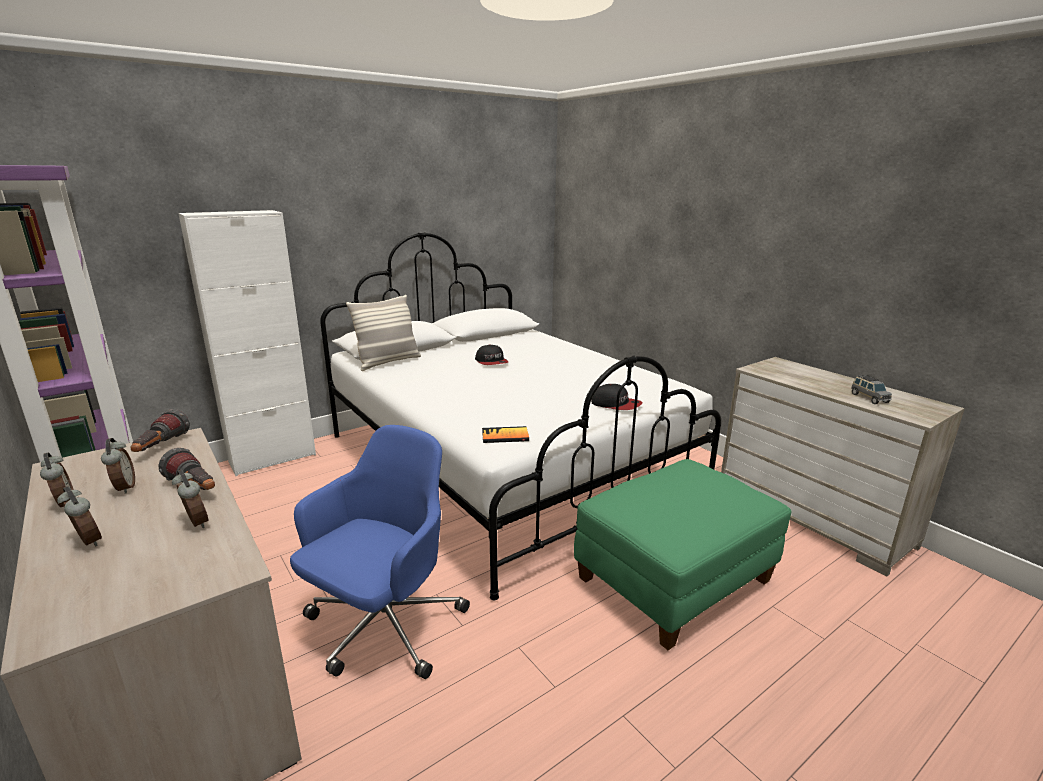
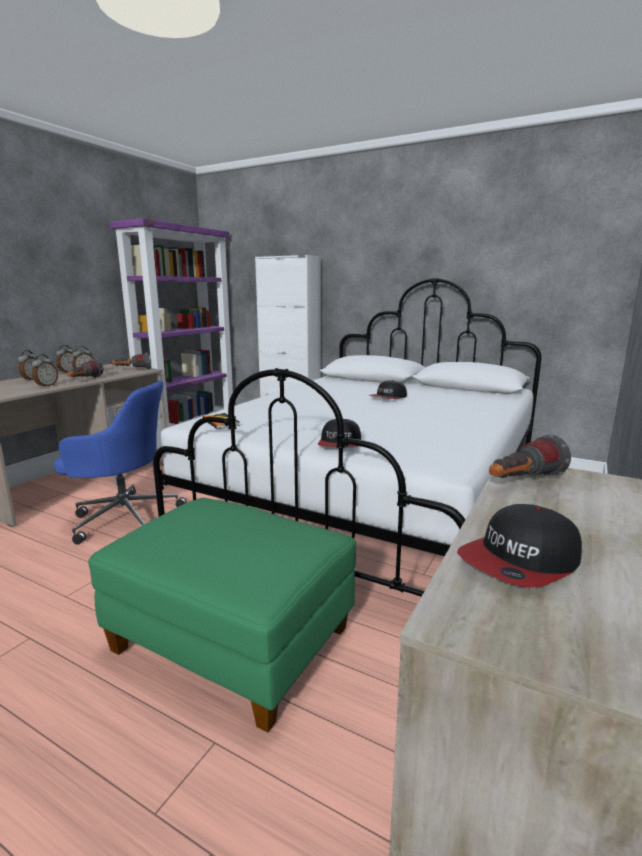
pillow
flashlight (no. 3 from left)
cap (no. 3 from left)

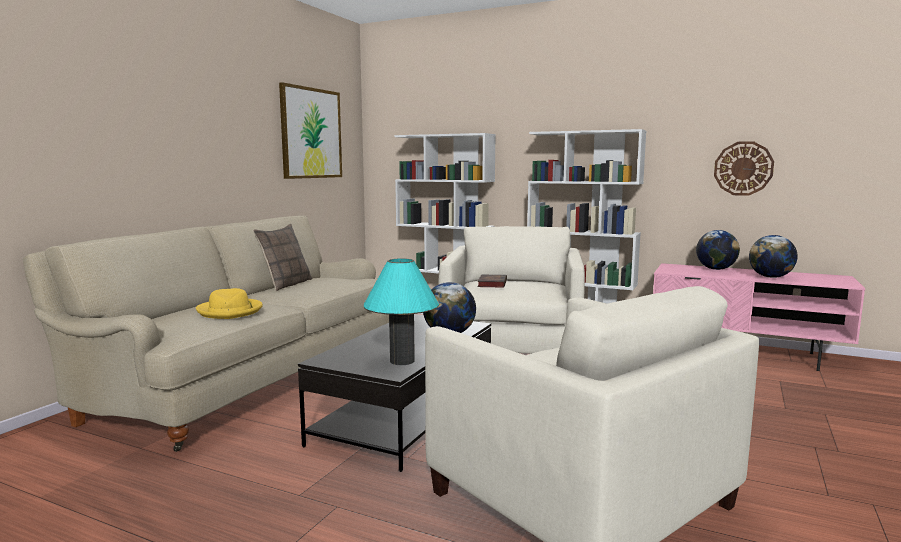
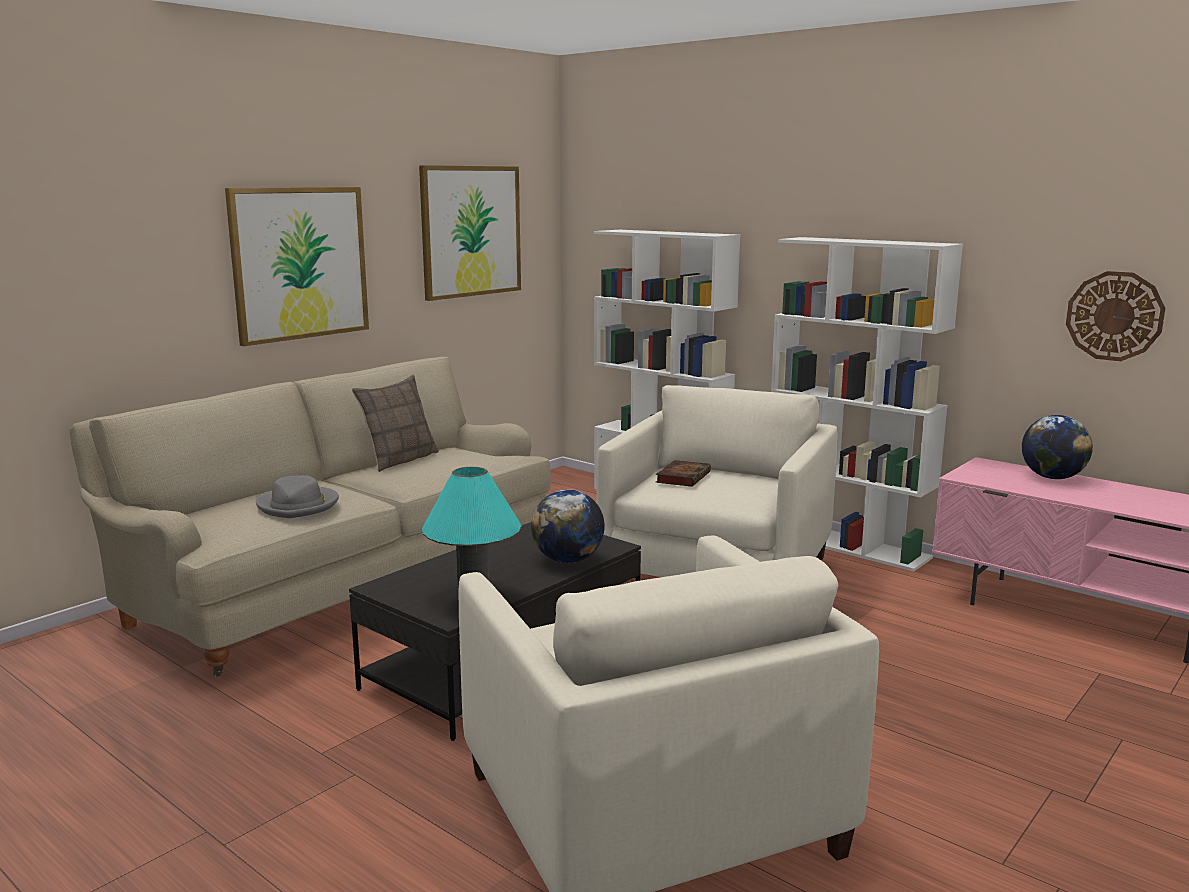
globe (no. 3 from left in the first image)
picture (no. 1 from left)
hat/grey

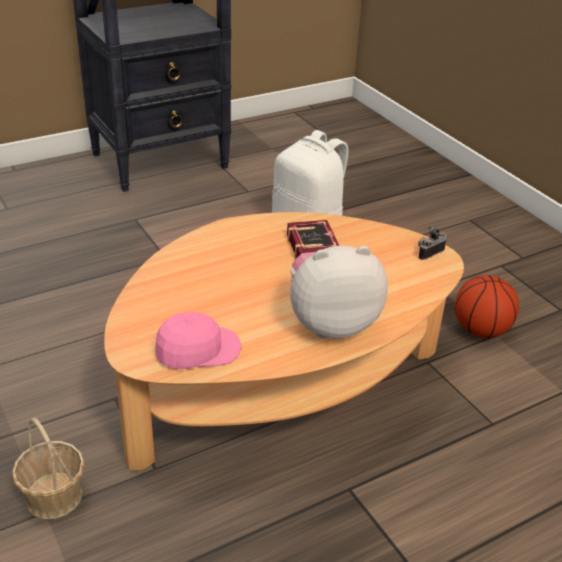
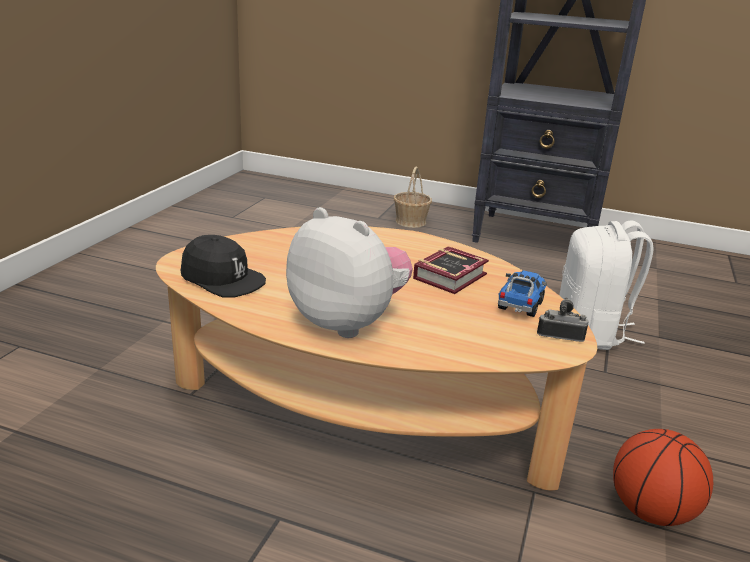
toy truck
basket
cap/black

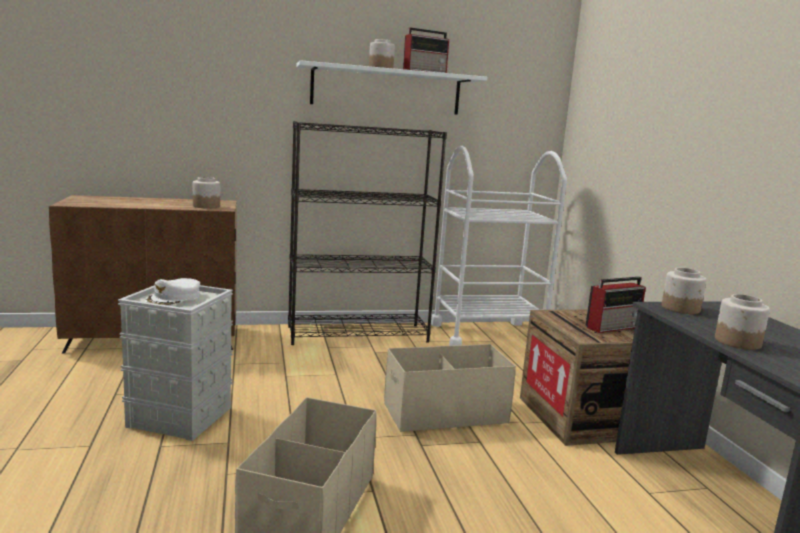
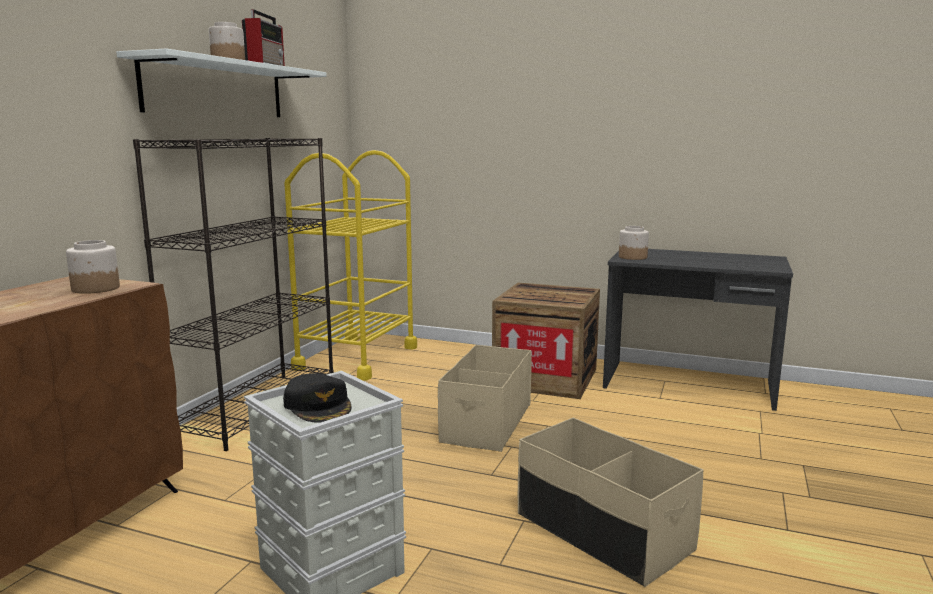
radio (no. 2 from left in the first image)
jar (no. 4 from left in the first image)
cap/black
cart/yellow

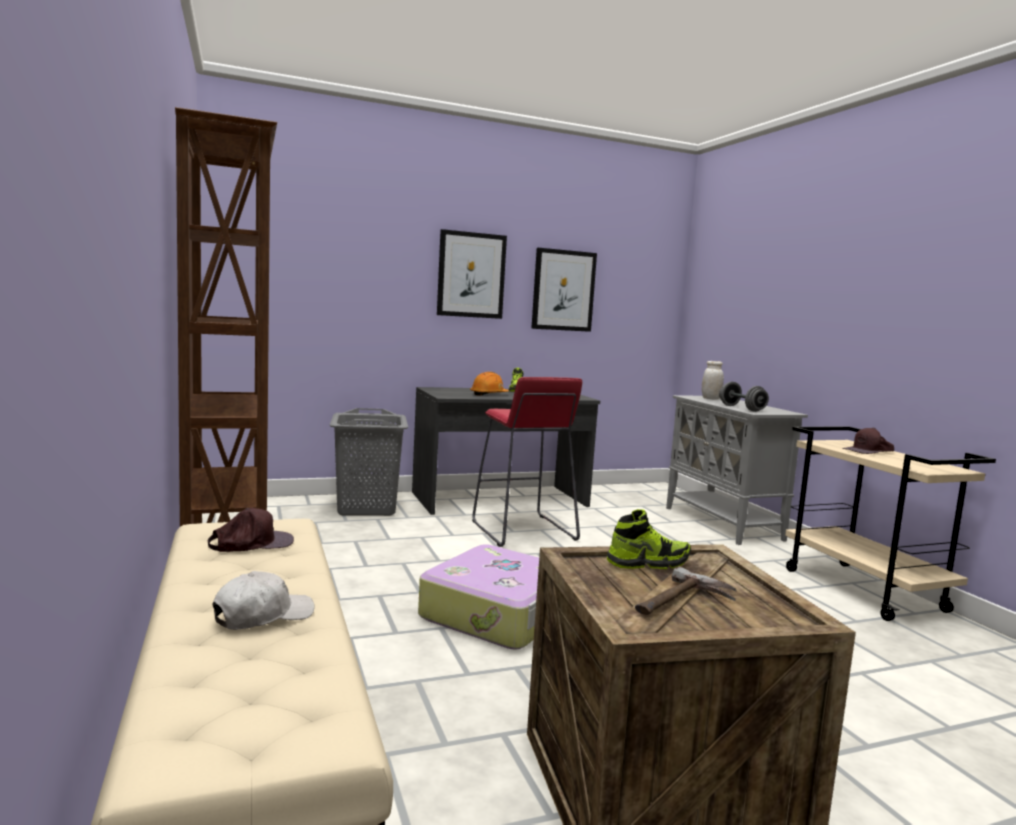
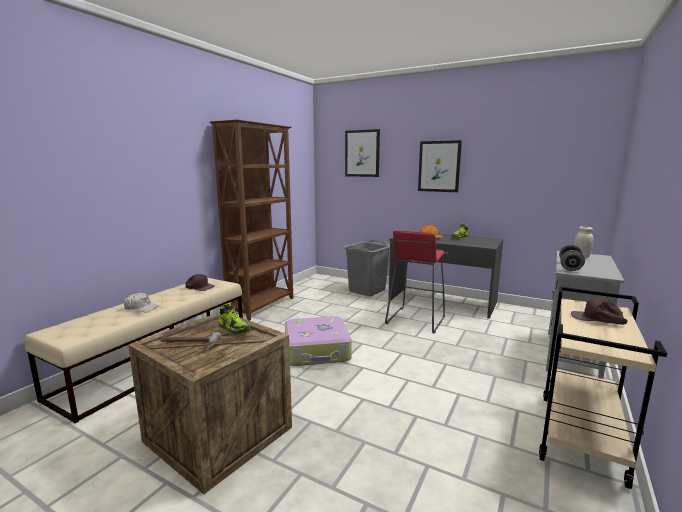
picture (no. 1 from left)

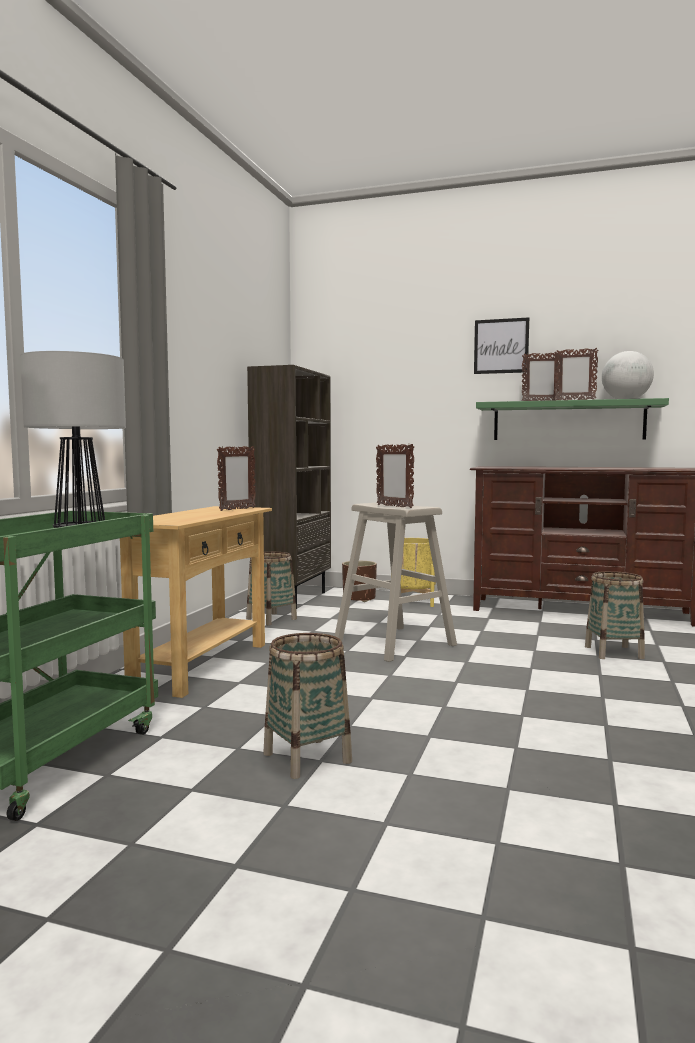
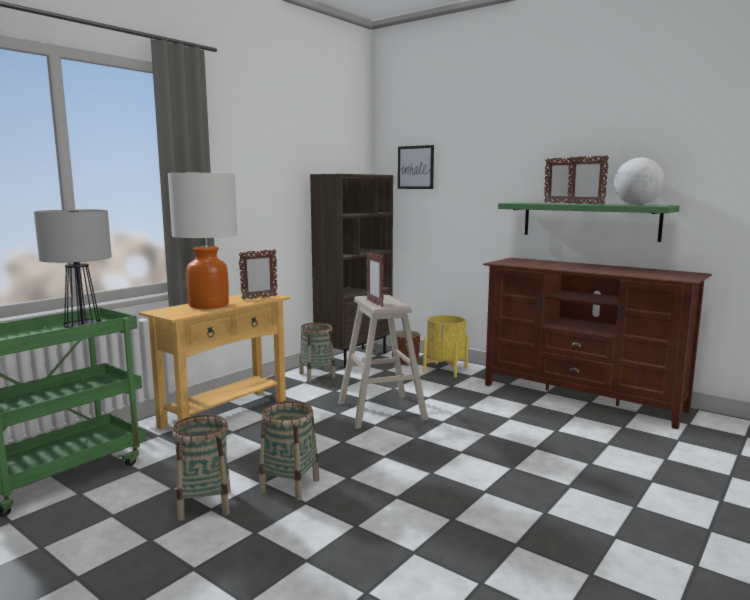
table lamp (no. 2 from left)
picture
basket (no. 2 from left)

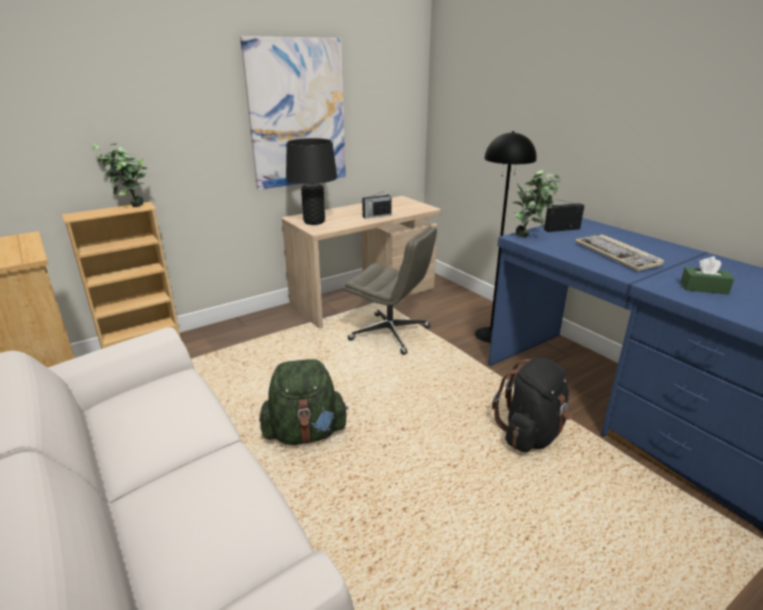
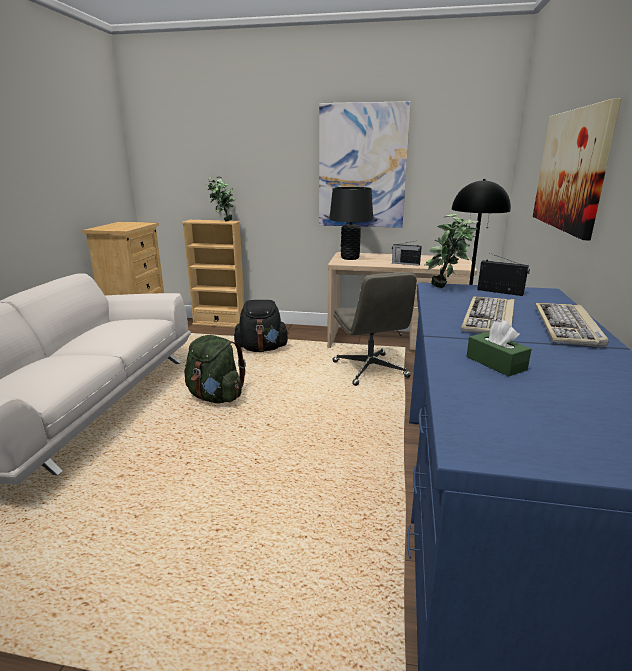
picture (no. 2 from left)
keyboard (no. 2 from left)
backpack/black

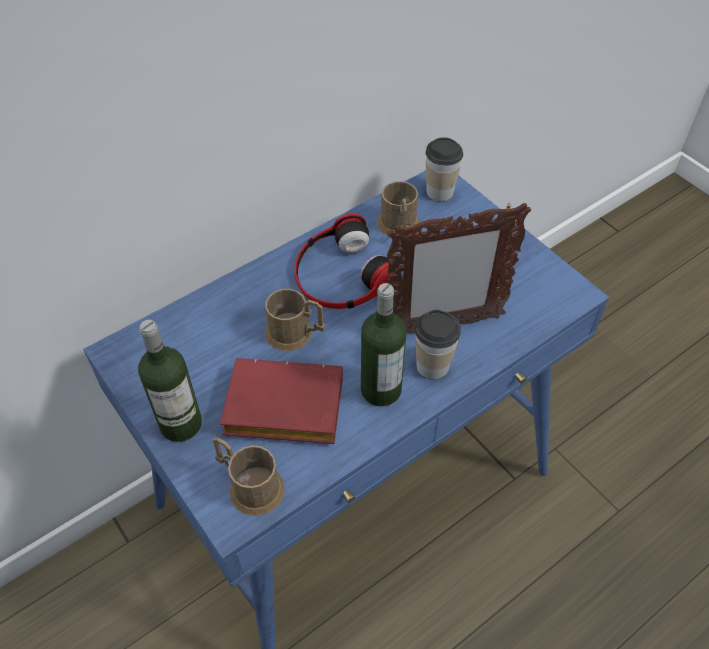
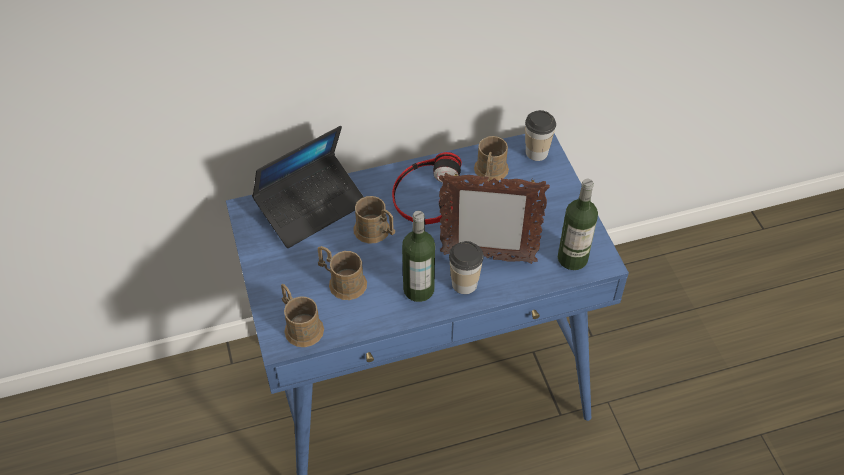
laptop
bottle (no. 2 from left)
mug/brown (no. 2 from left)

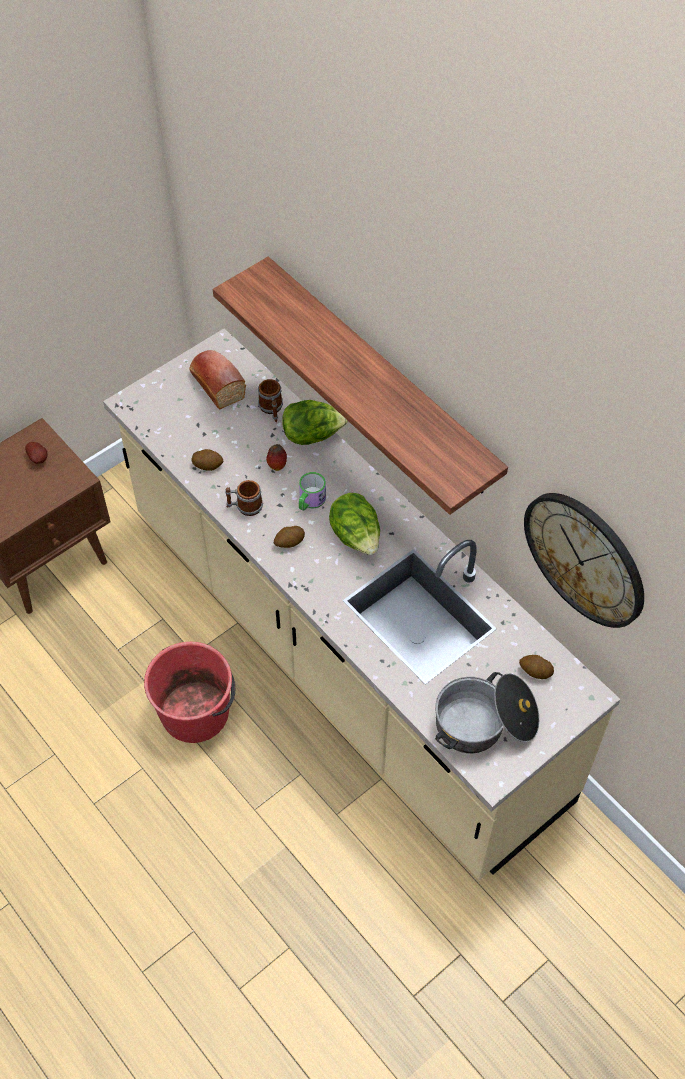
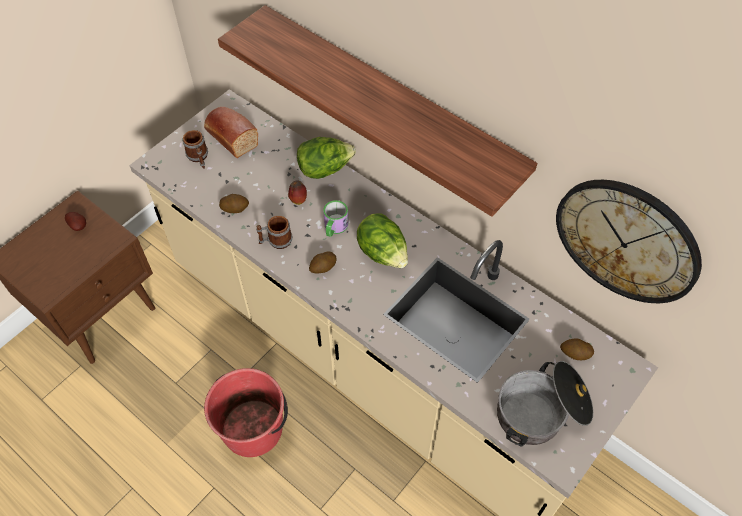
mug (no. 1 from left)

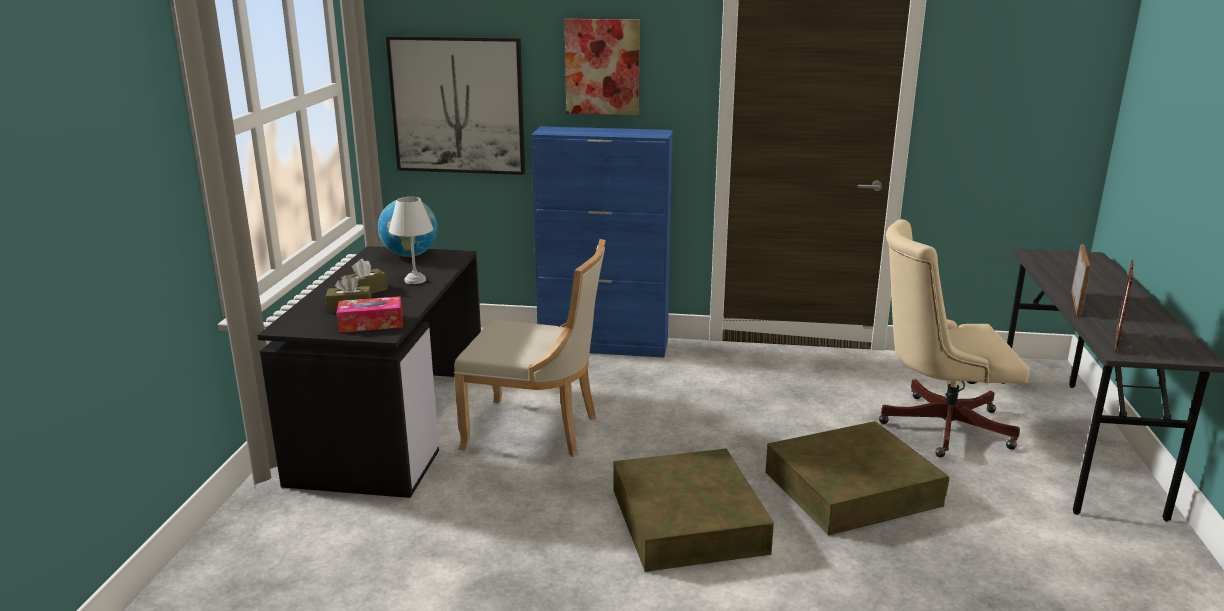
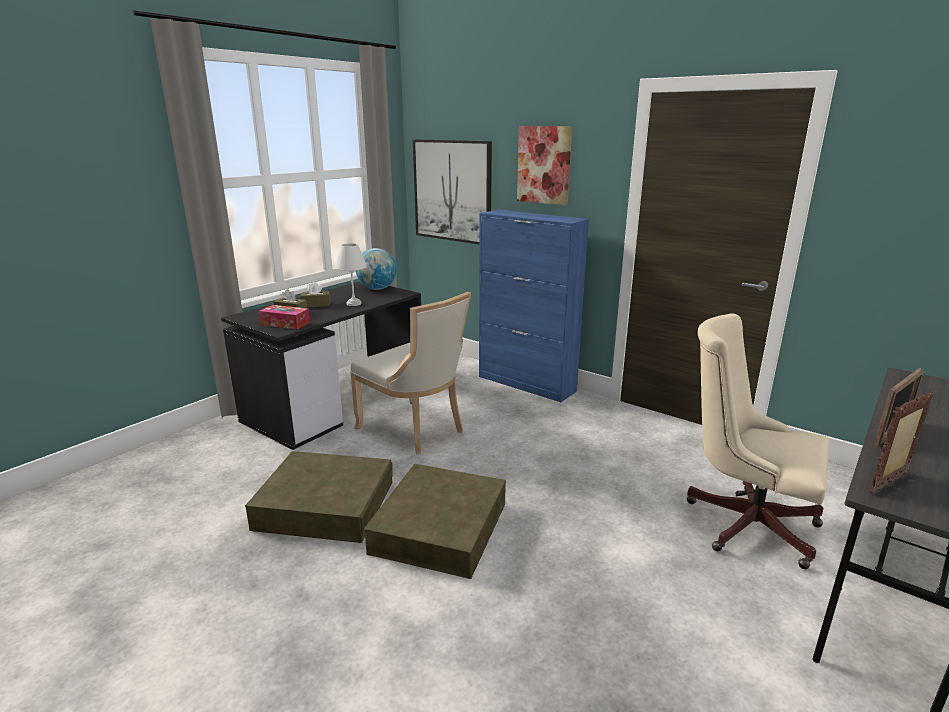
storage box/brown (no. 1 from left)

